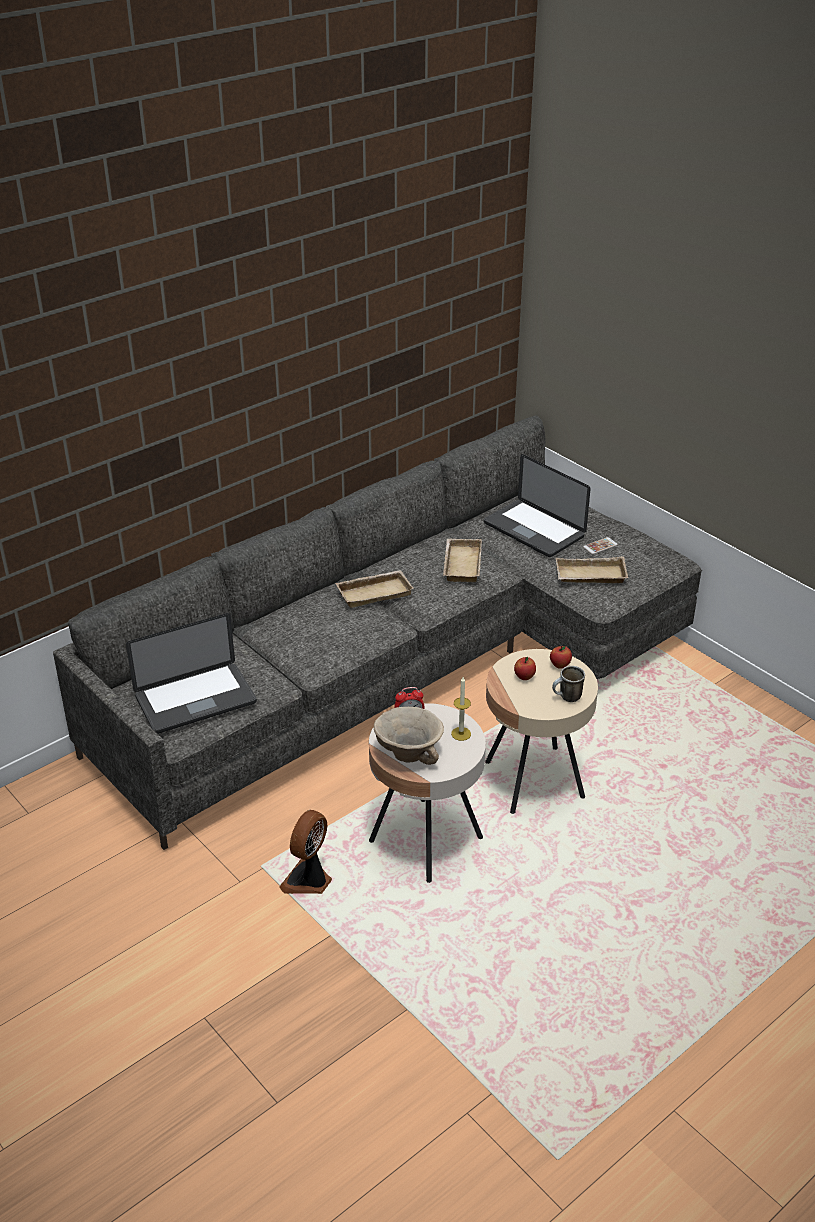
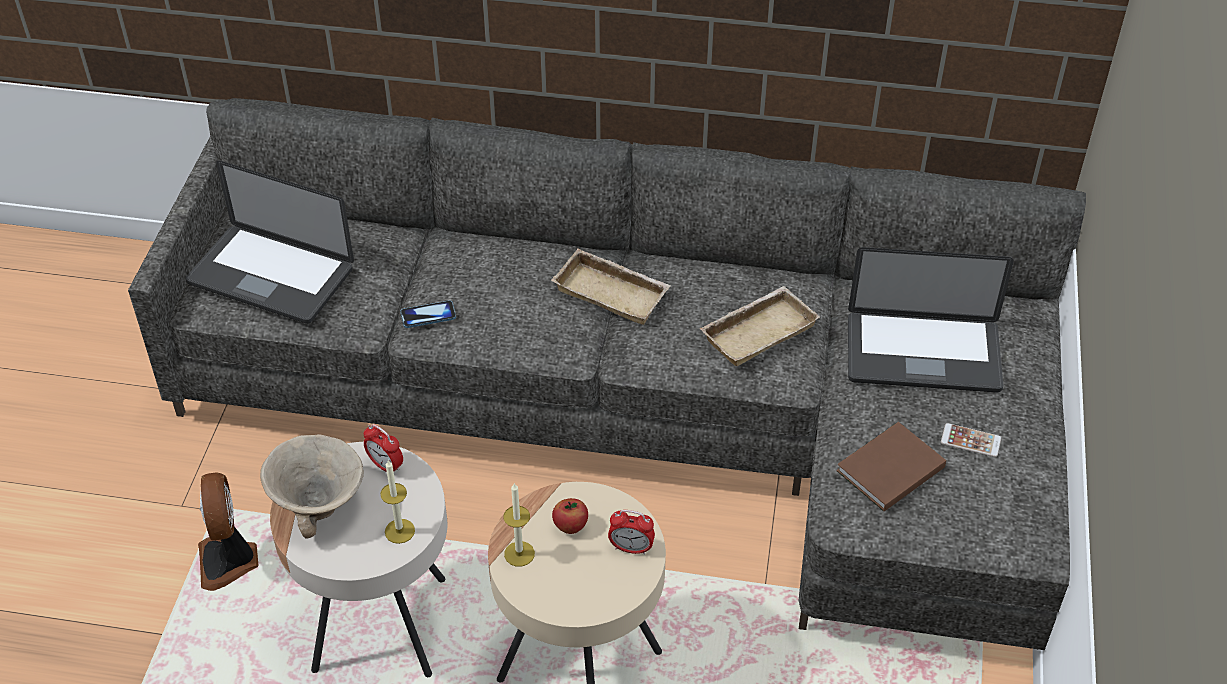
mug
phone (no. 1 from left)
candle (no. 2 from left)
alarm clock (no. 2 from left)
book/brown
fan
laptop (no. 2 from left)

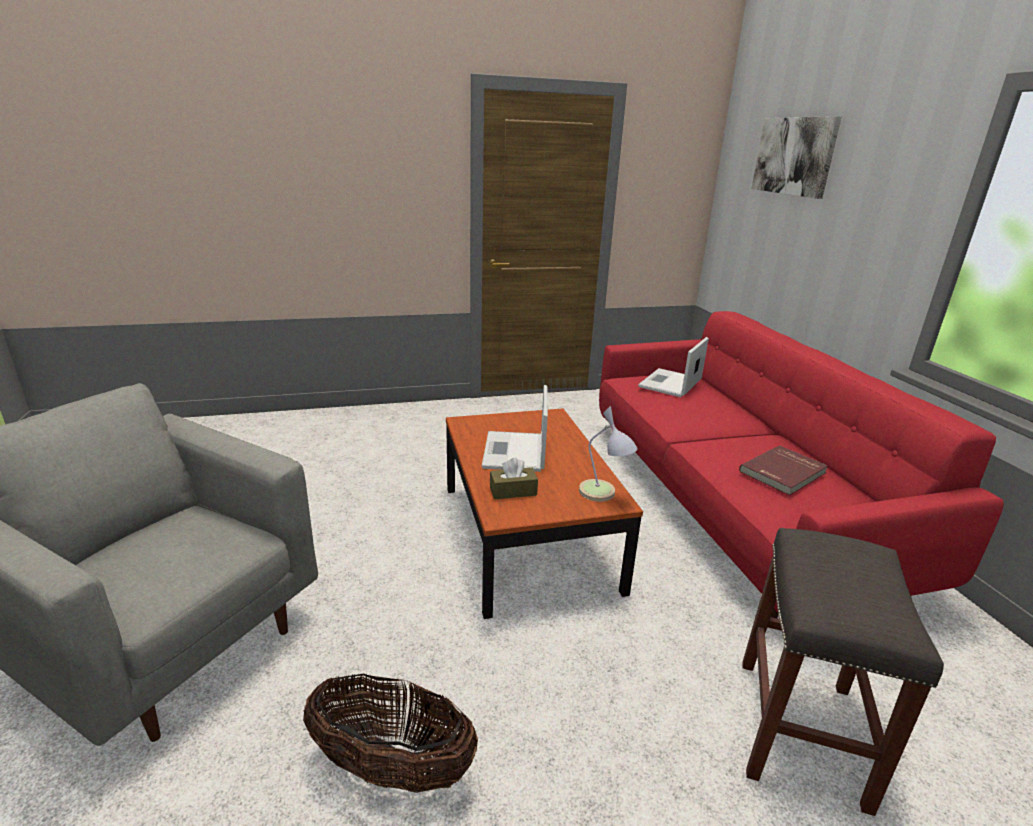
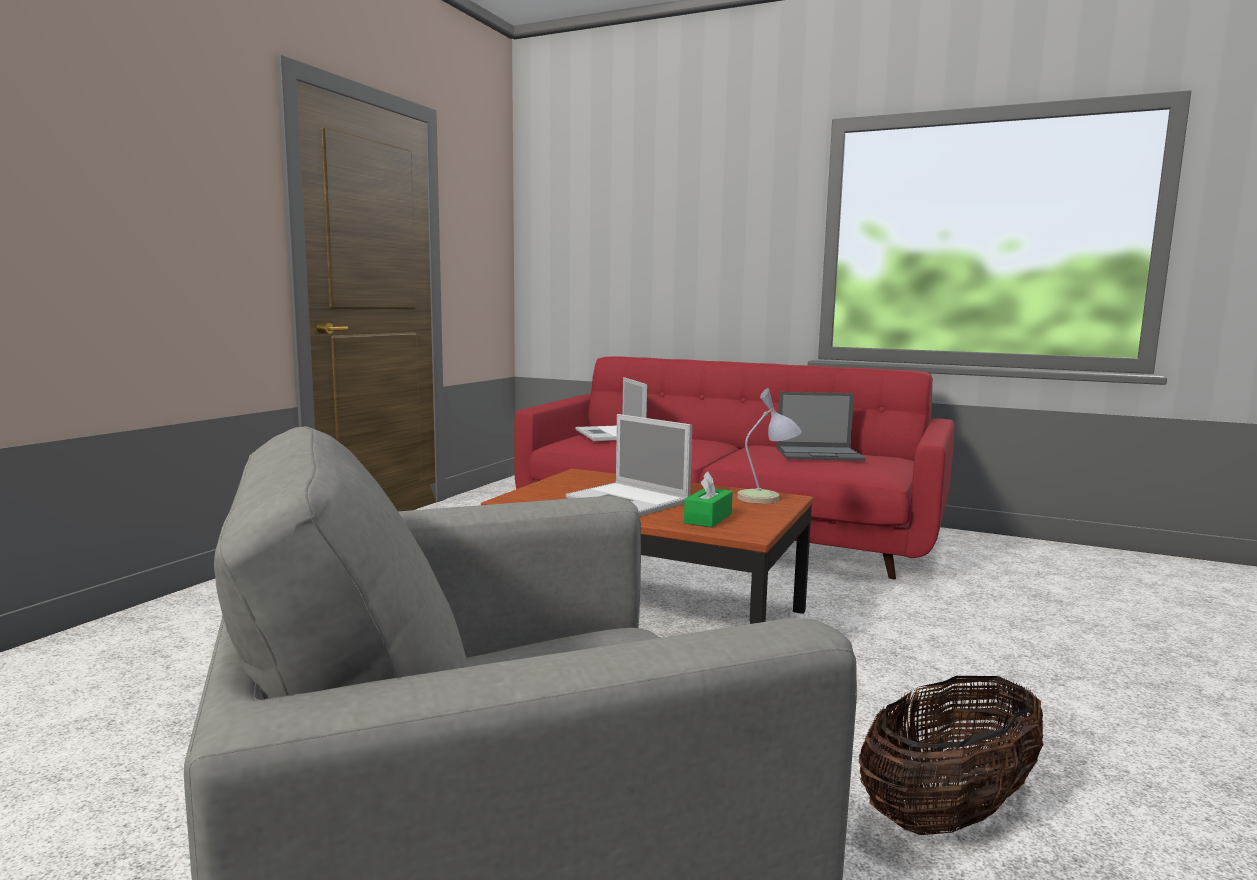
stool/grey
picture
laptop (no. 3 from left)
tissue box/green

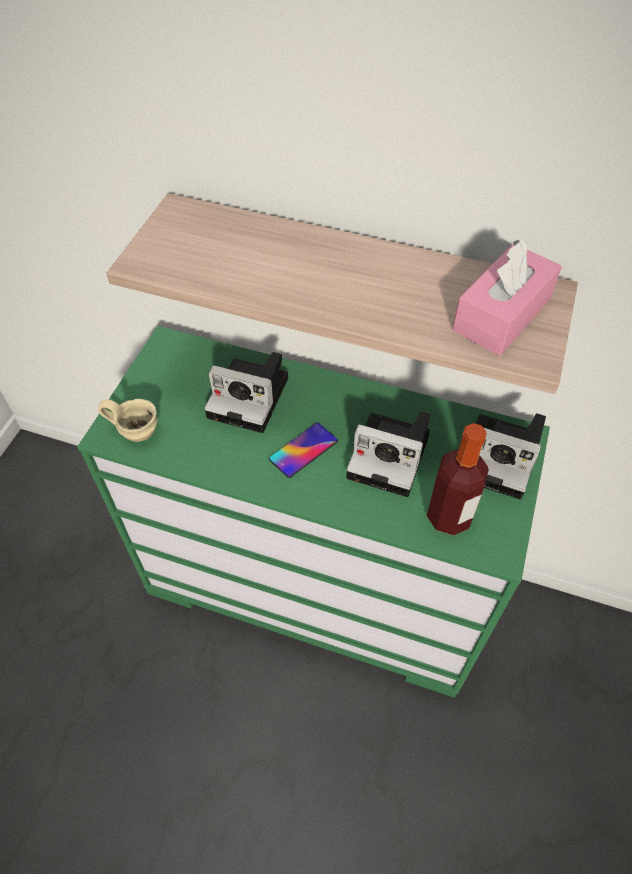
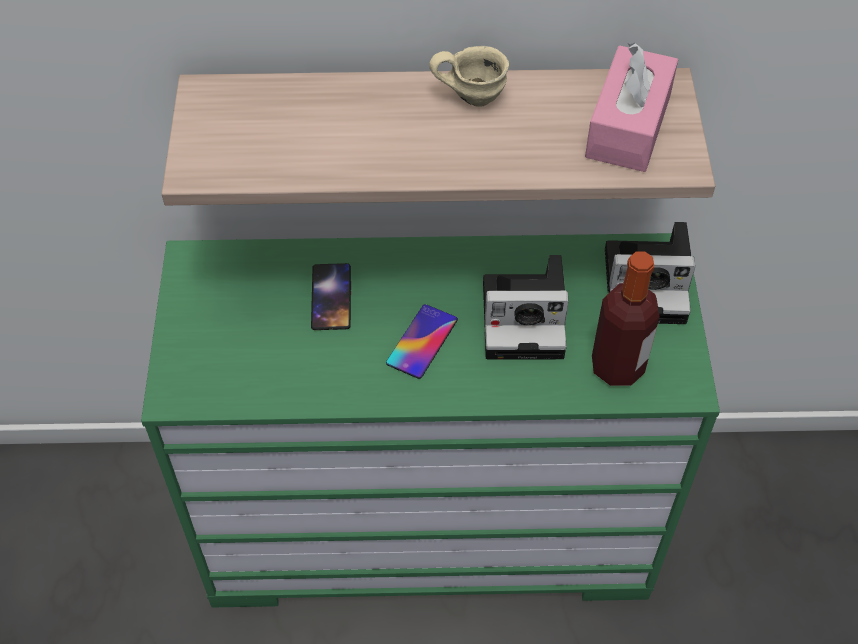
mug/beige
phone (no. 1 from left)

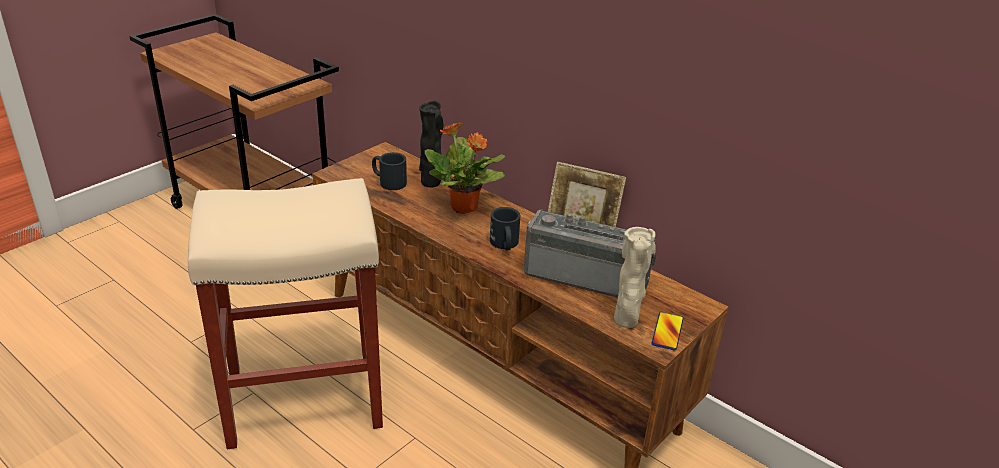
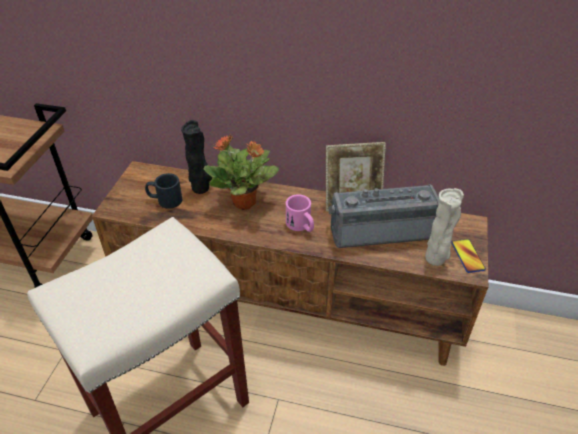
mug/pink

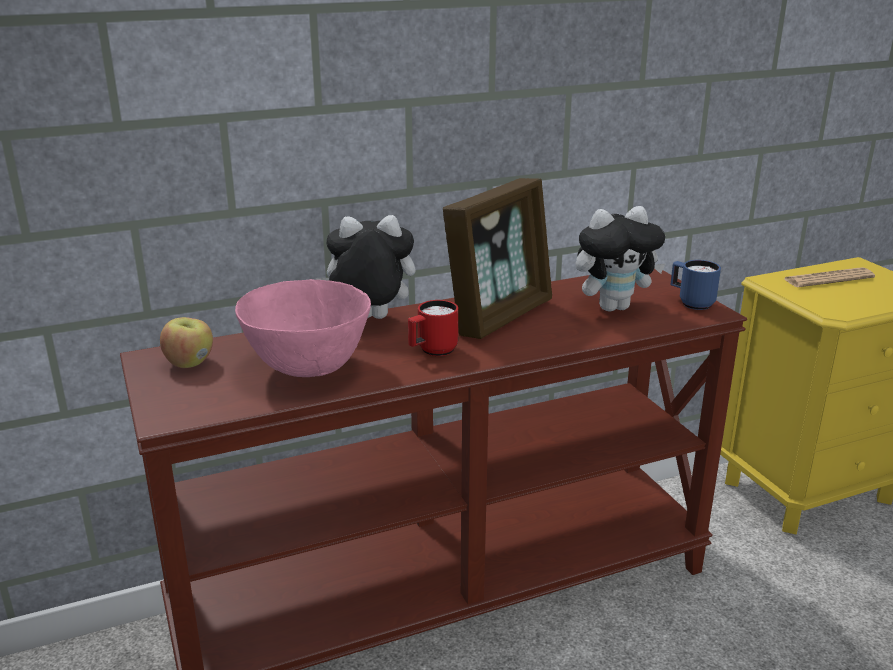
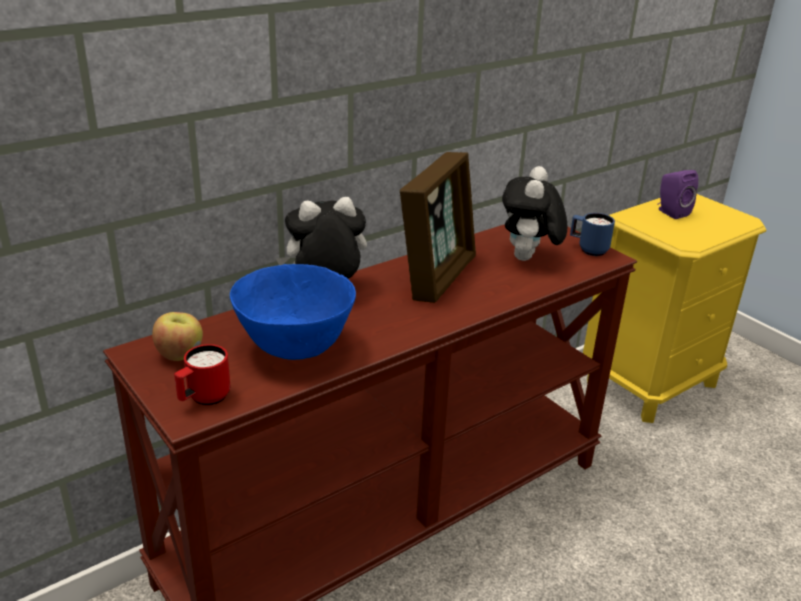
mug/red
speaker/purple
bowl/blue
plush toy (no. 2 from left)

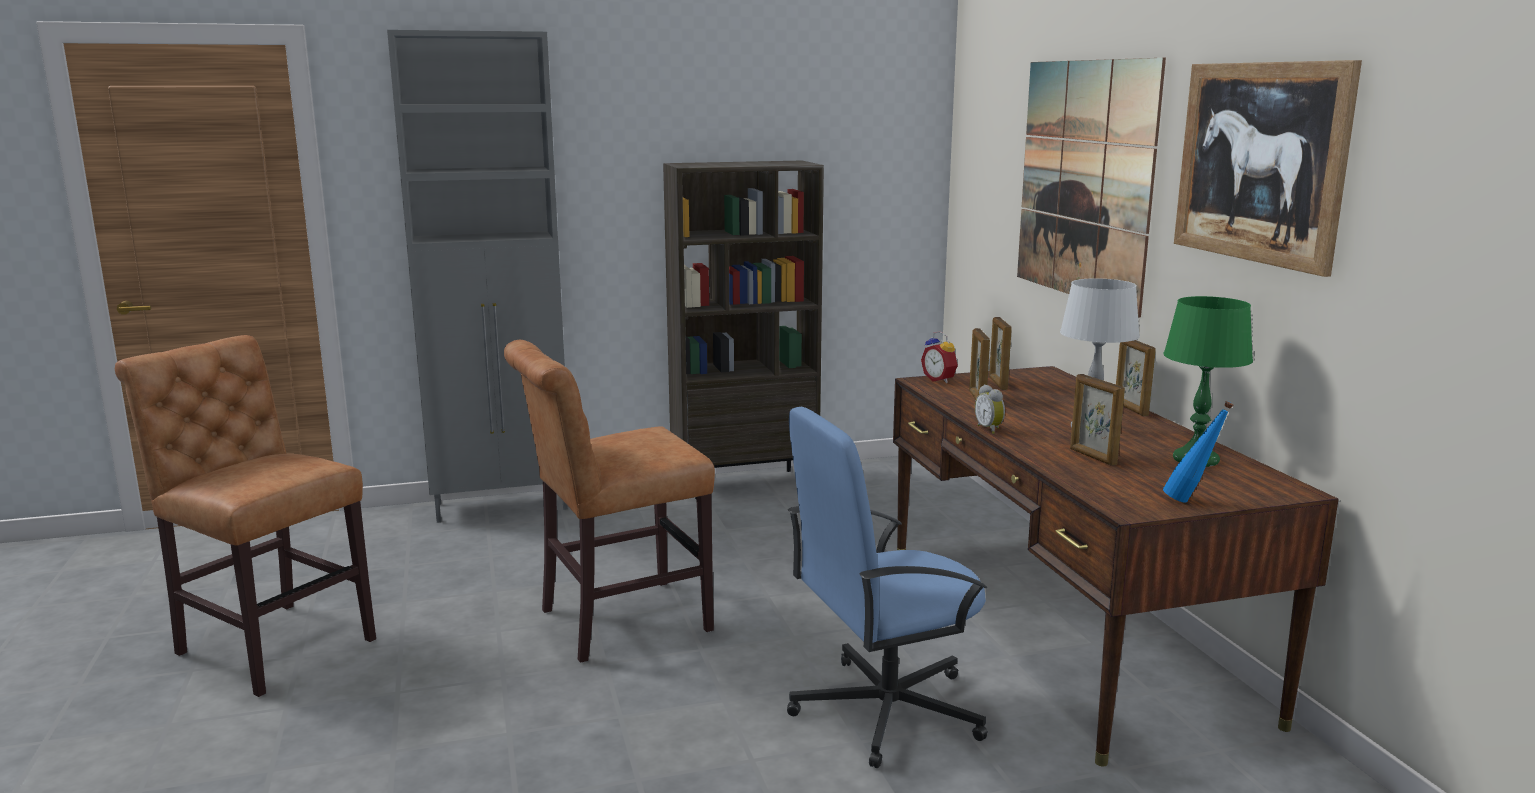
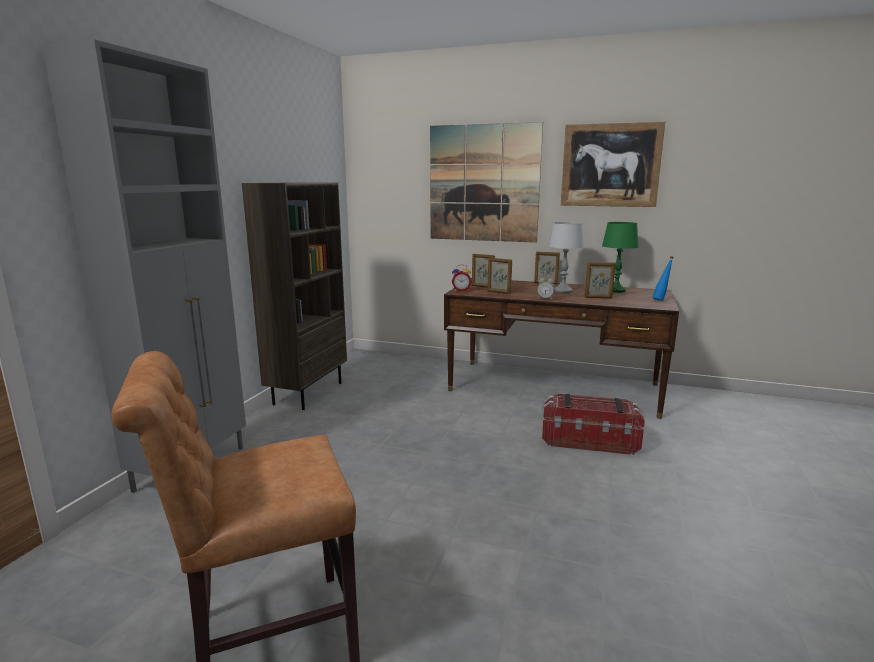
chair/brown (no. 2 from left in the first image)
storage box

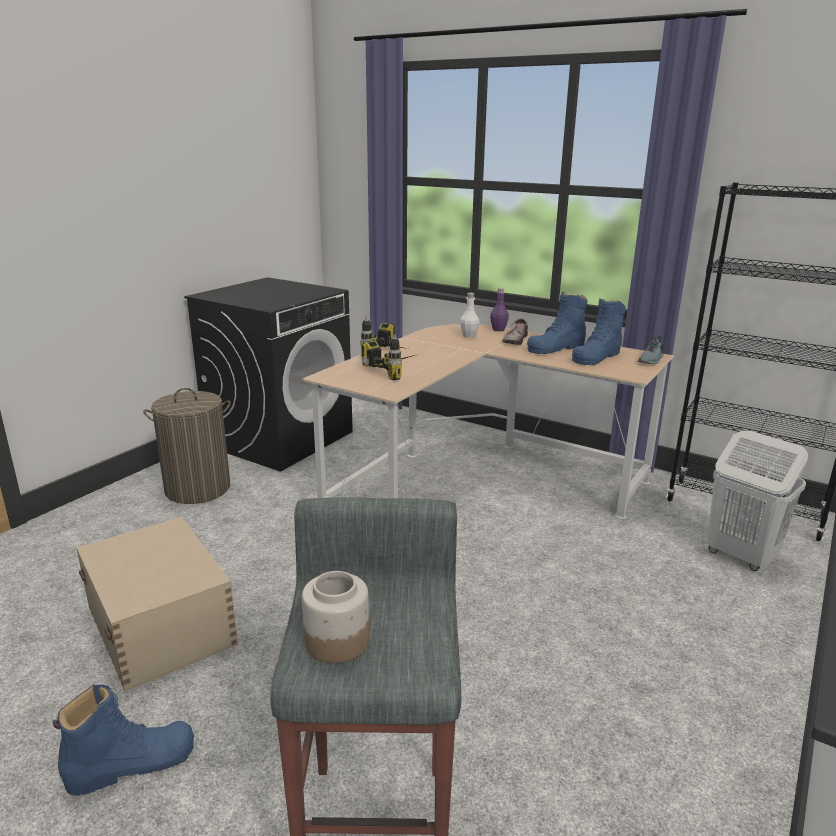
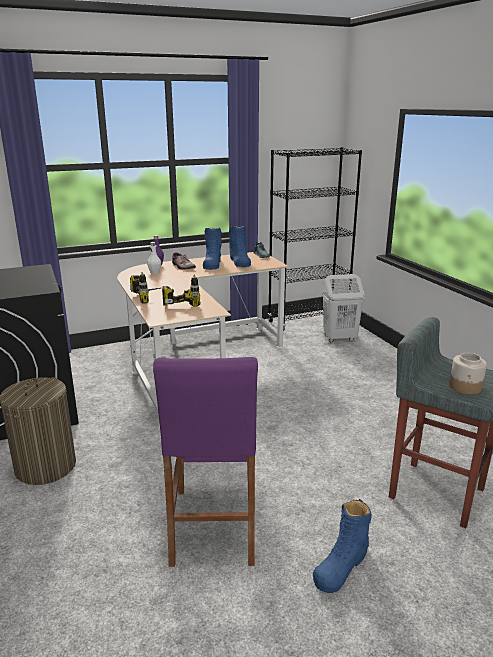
stool/purple
boot/blue (no. 3 from left)

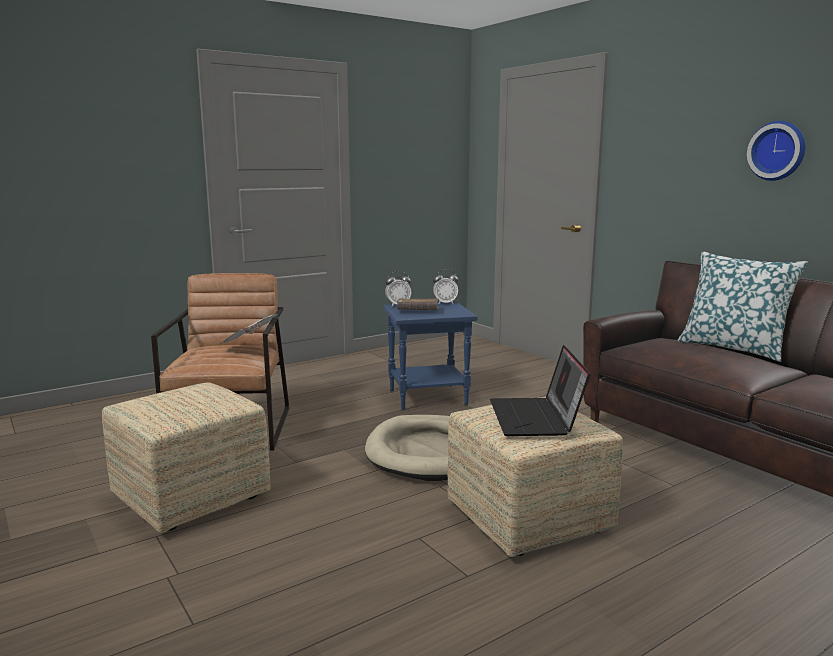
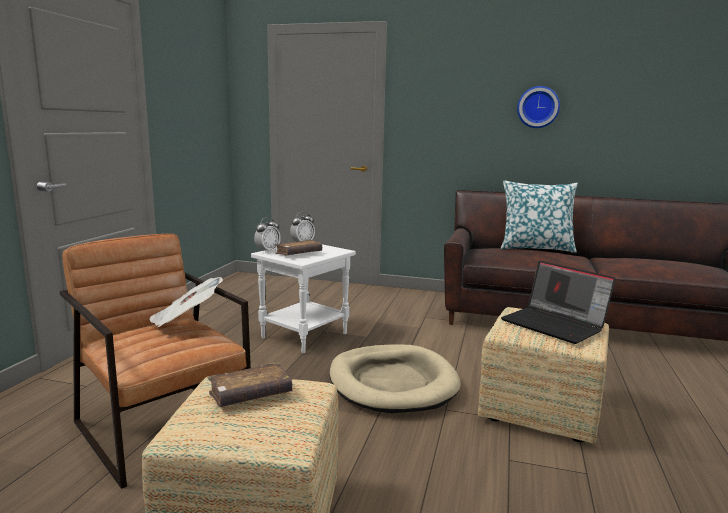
book/brown (no. 1 from left)
side table/white

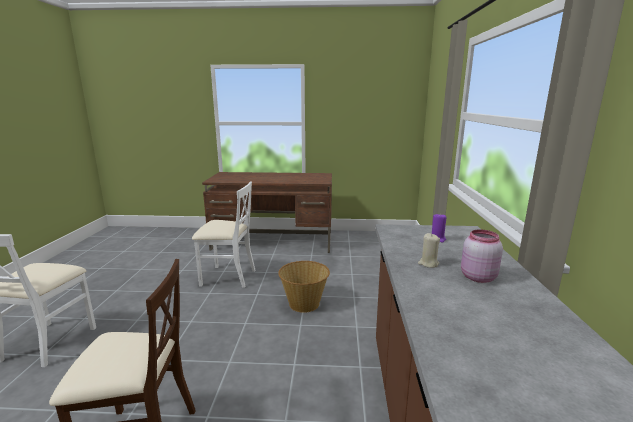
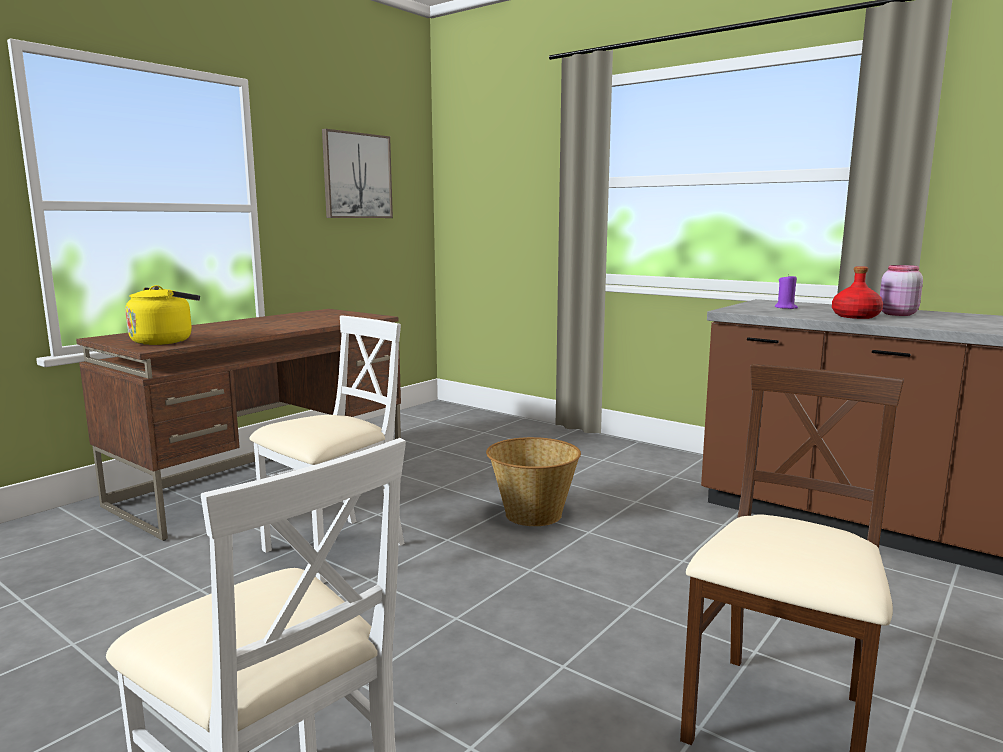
kettle/yellow
picture
bottle/red

